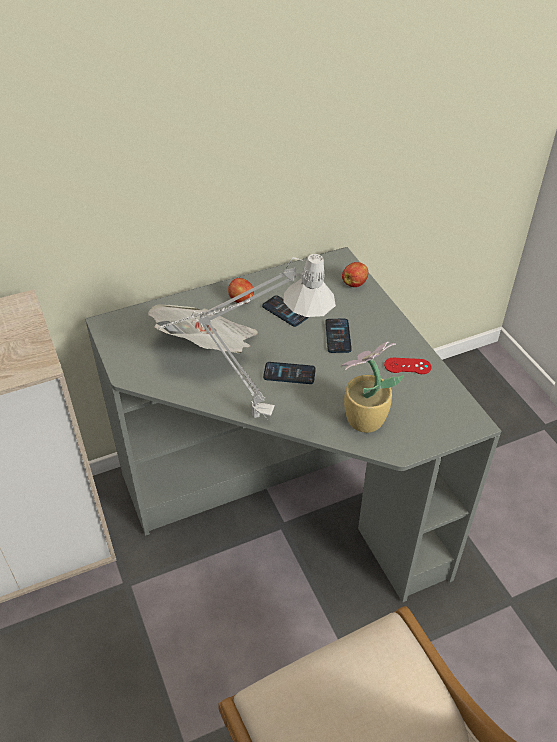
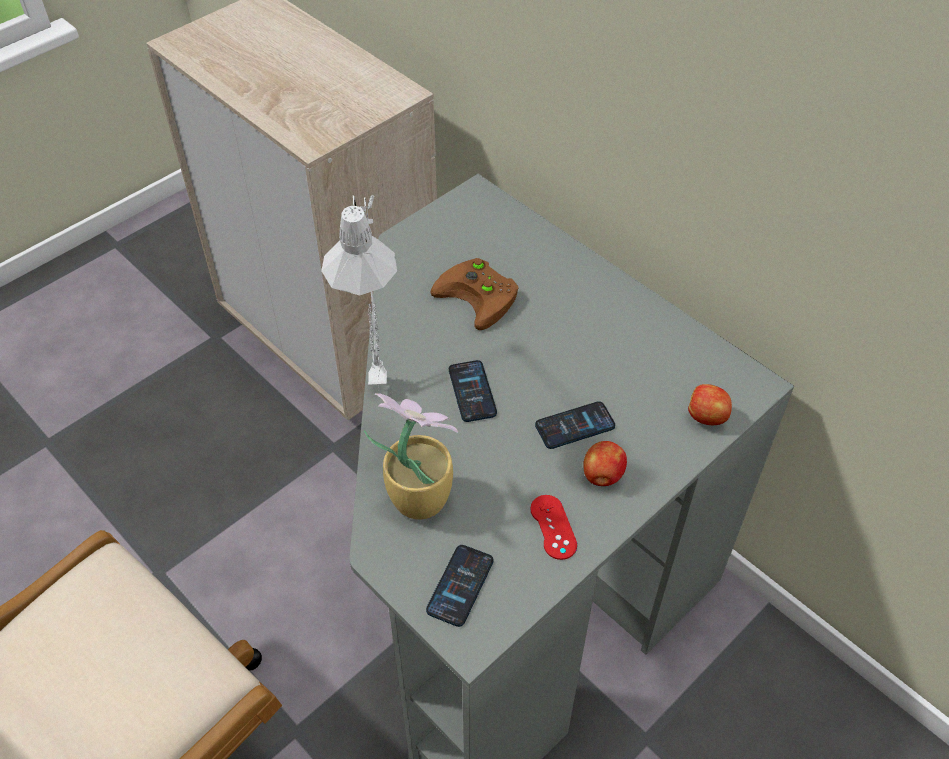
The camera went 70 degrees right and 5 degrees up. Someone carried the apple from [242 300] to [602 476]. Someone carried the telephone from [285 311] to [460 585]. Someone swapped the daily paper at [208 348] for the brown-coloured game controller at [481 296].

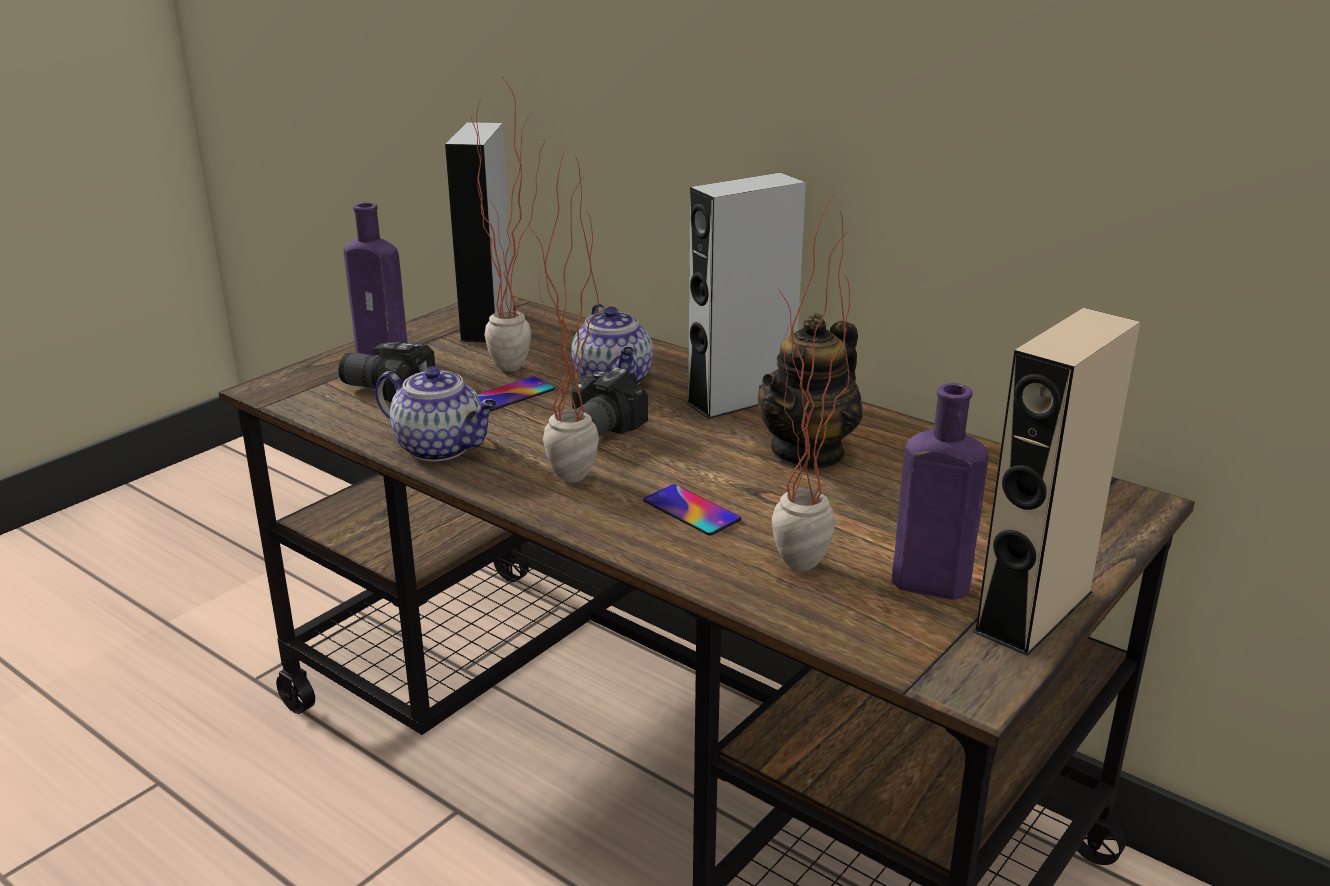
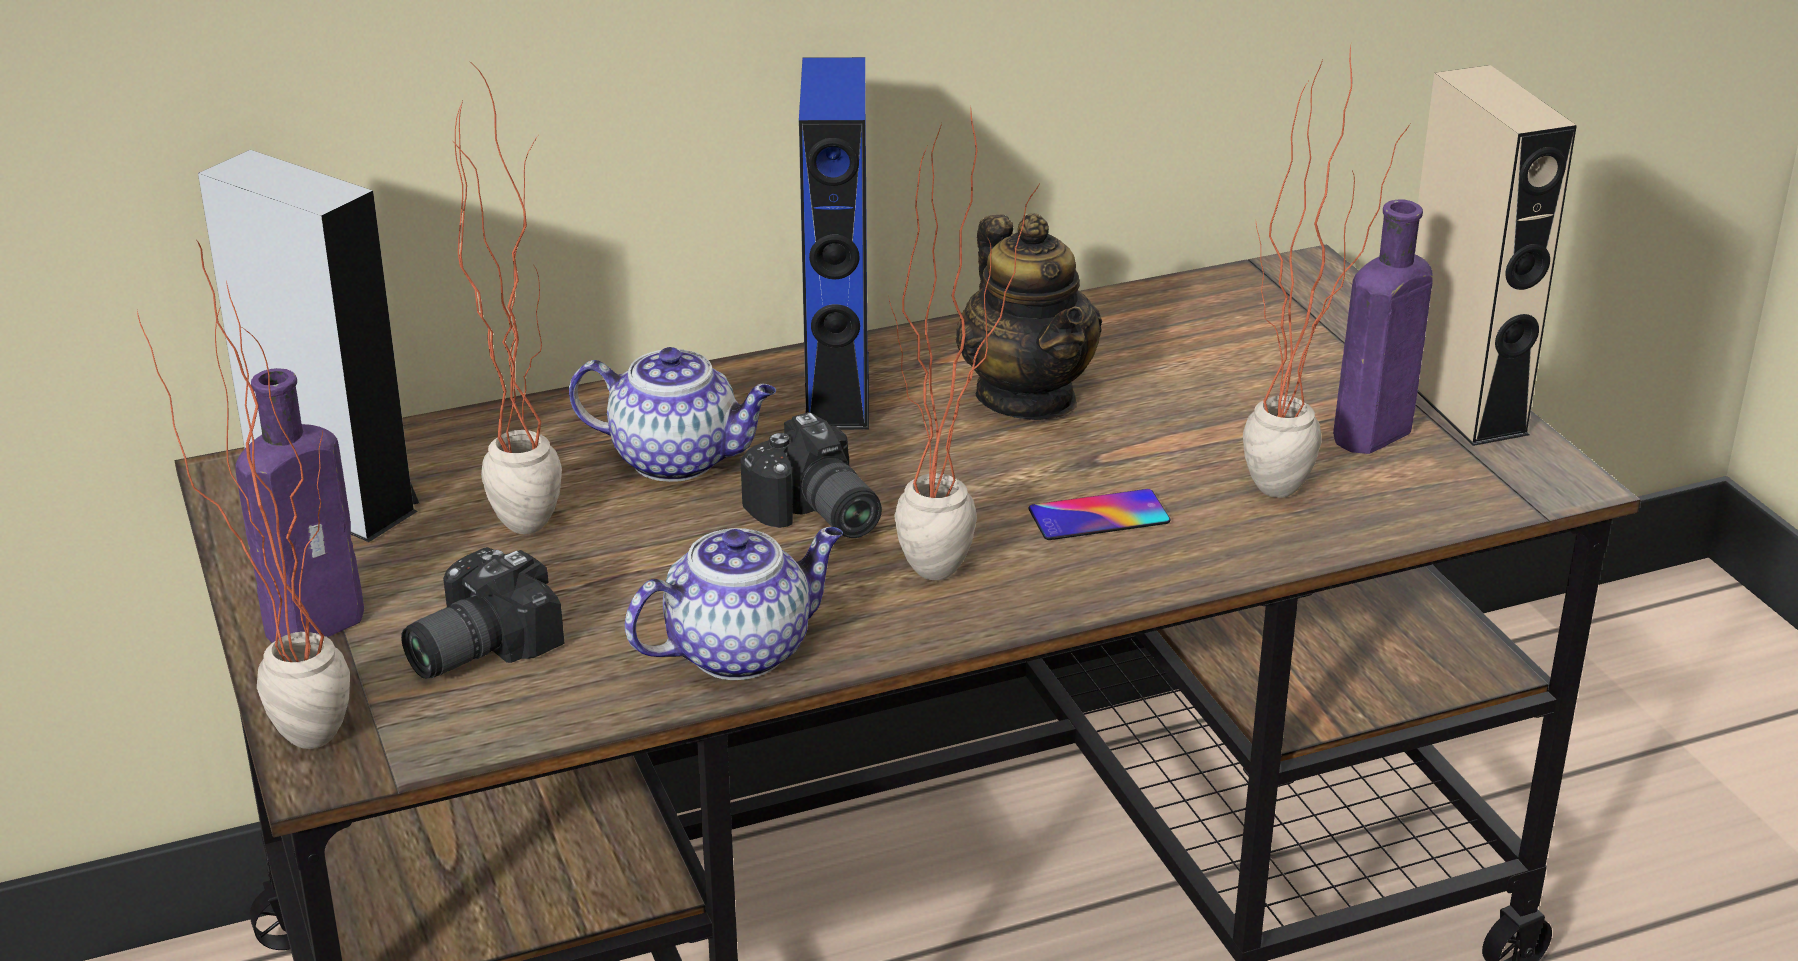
The camera went 60 degrees left and 5 degrees up. Someone repainted the gray loudspeaker at [741 399], which became the blue loudspeaker at [837 389]. Someone took away the telephone at [512 395]. Someone put down the plant in a pot at [291 728].

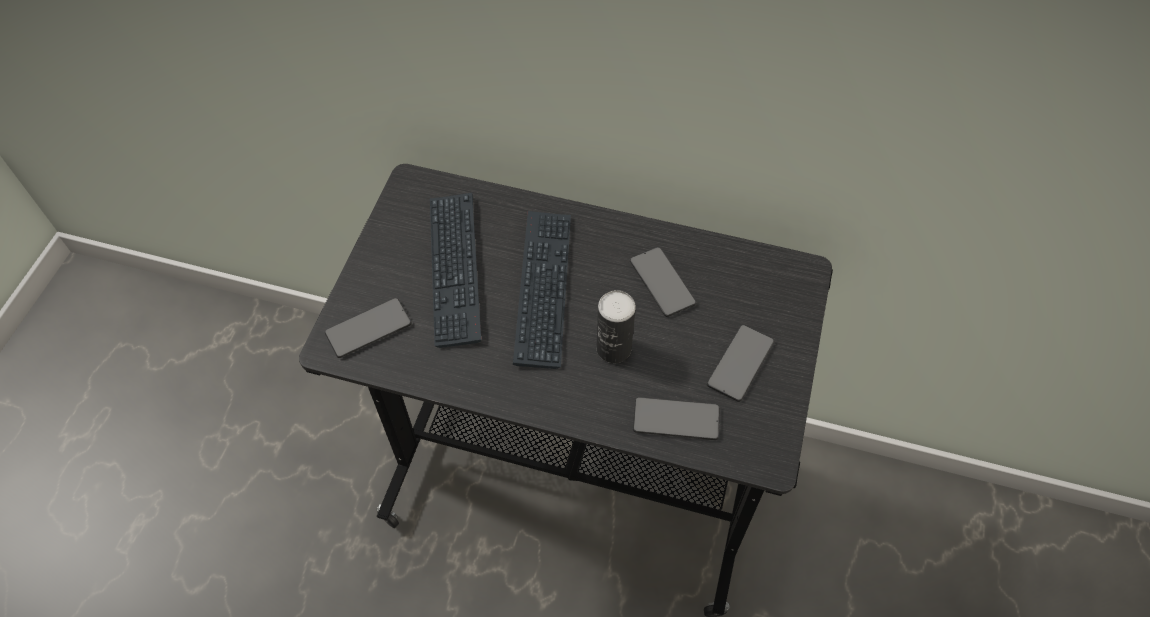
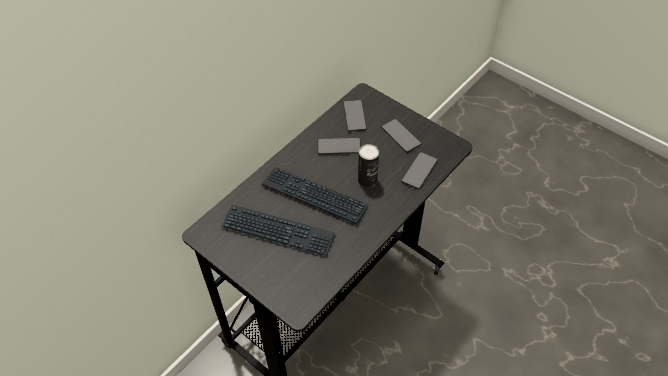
The camera went 65 degrees left and 5 degrees down. Someone carried the telephone from [368 329] to [354 116].

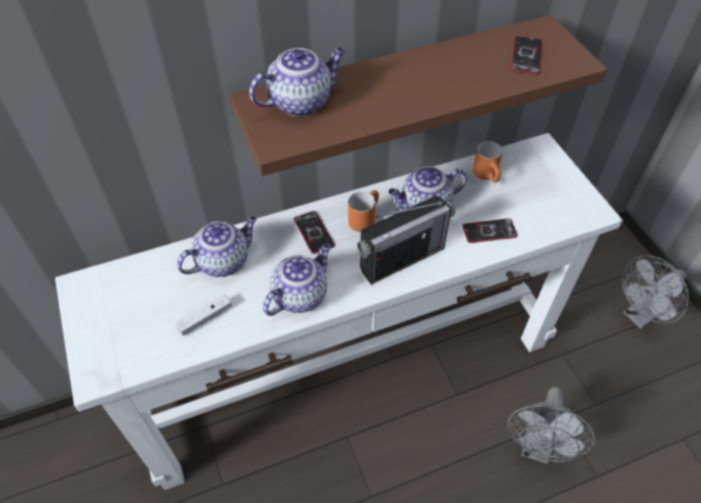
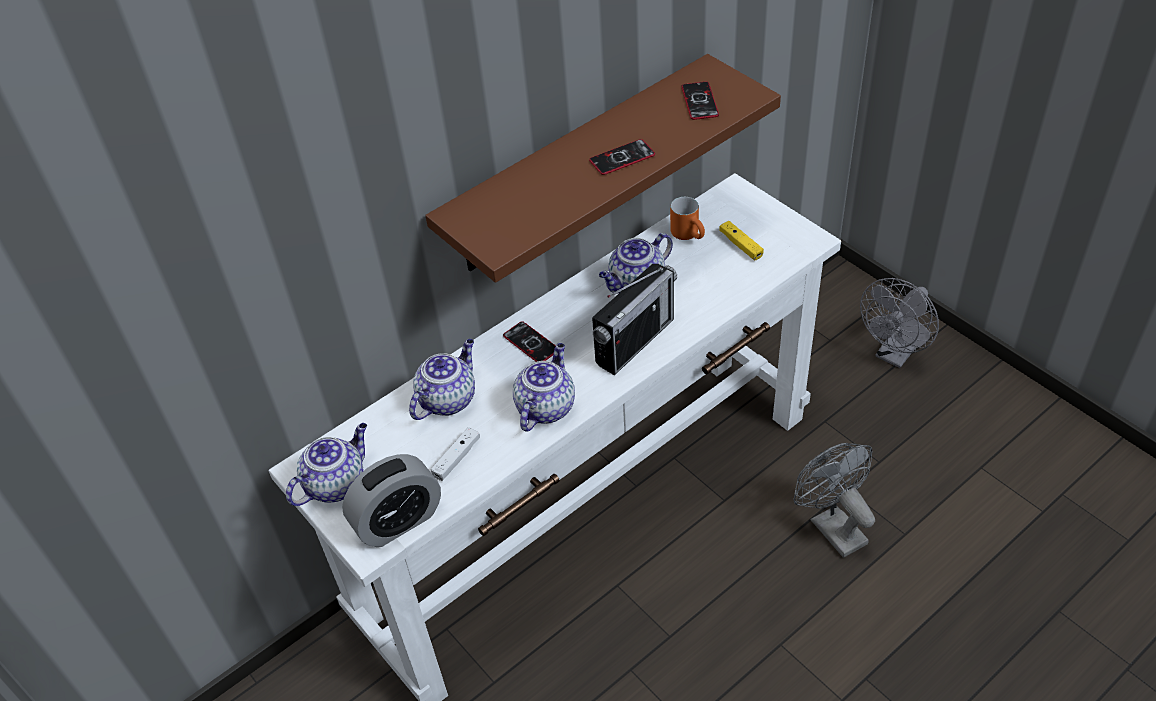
The camera went 15 degrees left and 5 degrees down. Someone carried the teapot from [301 102] to [336 483]. Someone took away the orange-coloured tea mug at [363 218]. Someone carried the telephone from [489 231] to [622 158]. Someone rotated the gray fan at [537 447] by 150 degrees clockwise. Someone put down the yellowish game controller at [740 245]. Someone put down the bedside clock at [398 521].

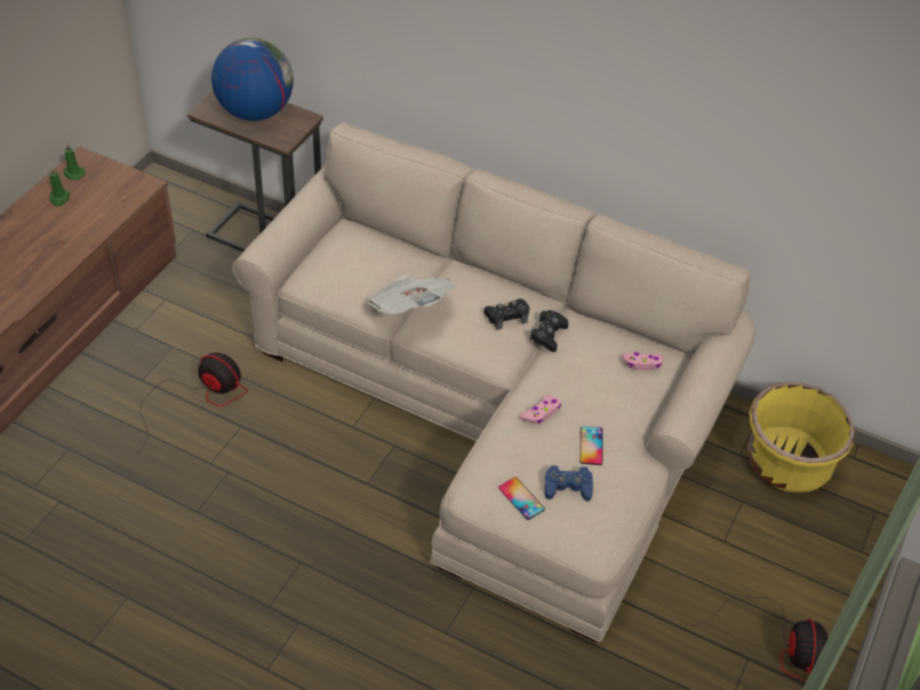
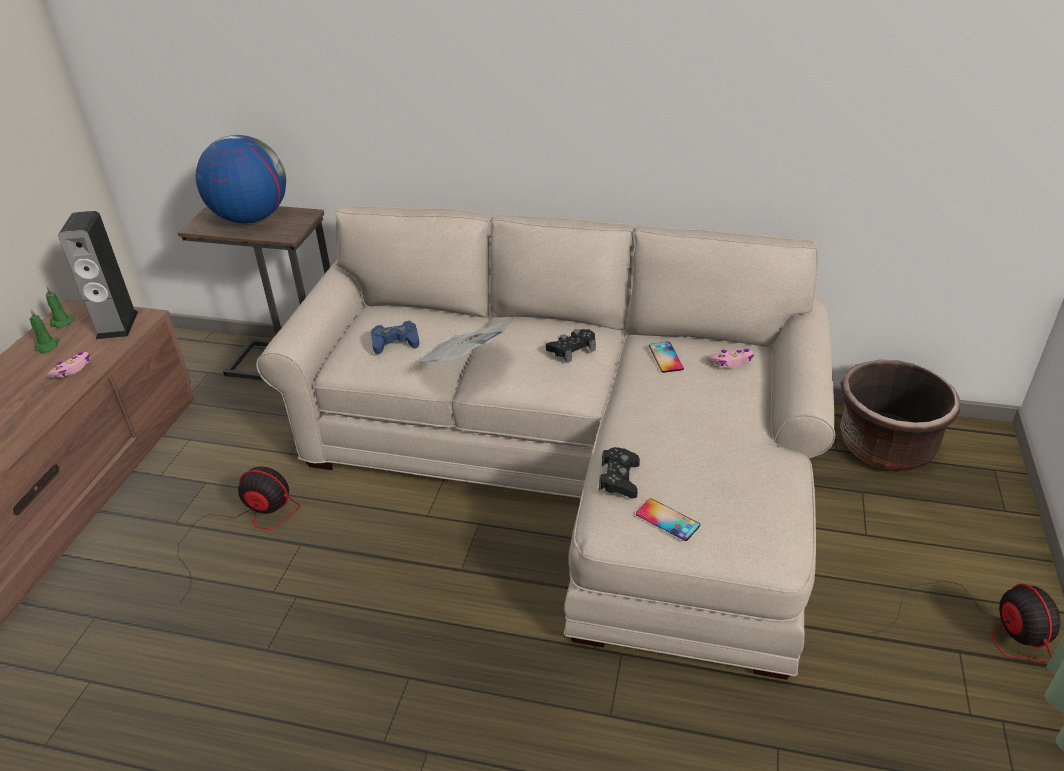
The camera went 10 degrees left and 10 degrees down. Someone carried the black game controller from [548 334] to [619 478]. Someone repainted the yellowish flower pot at [787 463], which became the brown-coloured flower pot at [885 446]. Someone carried the pinkish game controller from [541 413] to [72 369]. Someone carried the telephone from [591 445] to [665 357]. Someone carried the blue game controller from [567 487] to [395 342]. Someone put down the loudspeaker at [117 325].

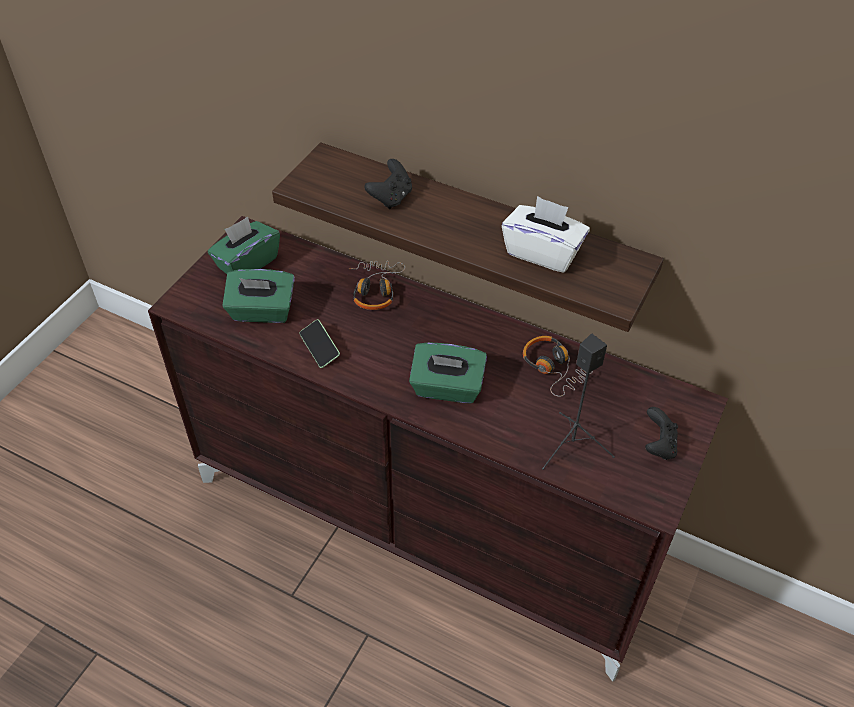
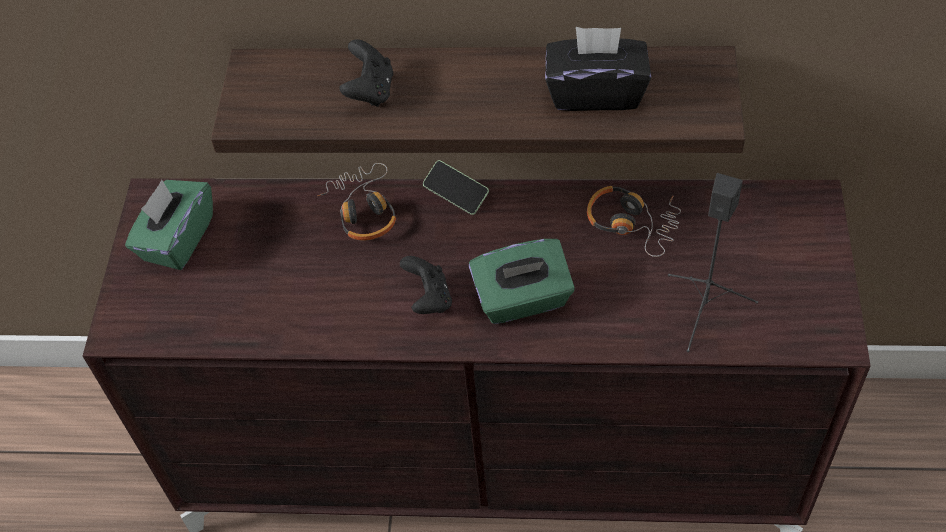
The camera went 20 degrees left and 5 degrees up. Someone repainted the white-coloured tissue box at [543 252], which became the black tissue box at [596 92]. Someone took away the green-coloured tissue box at [262 311]. Someone carried the telephone from [320 348] to [456 193]. Someone carried the black game controller from [658 445] to [428 298].

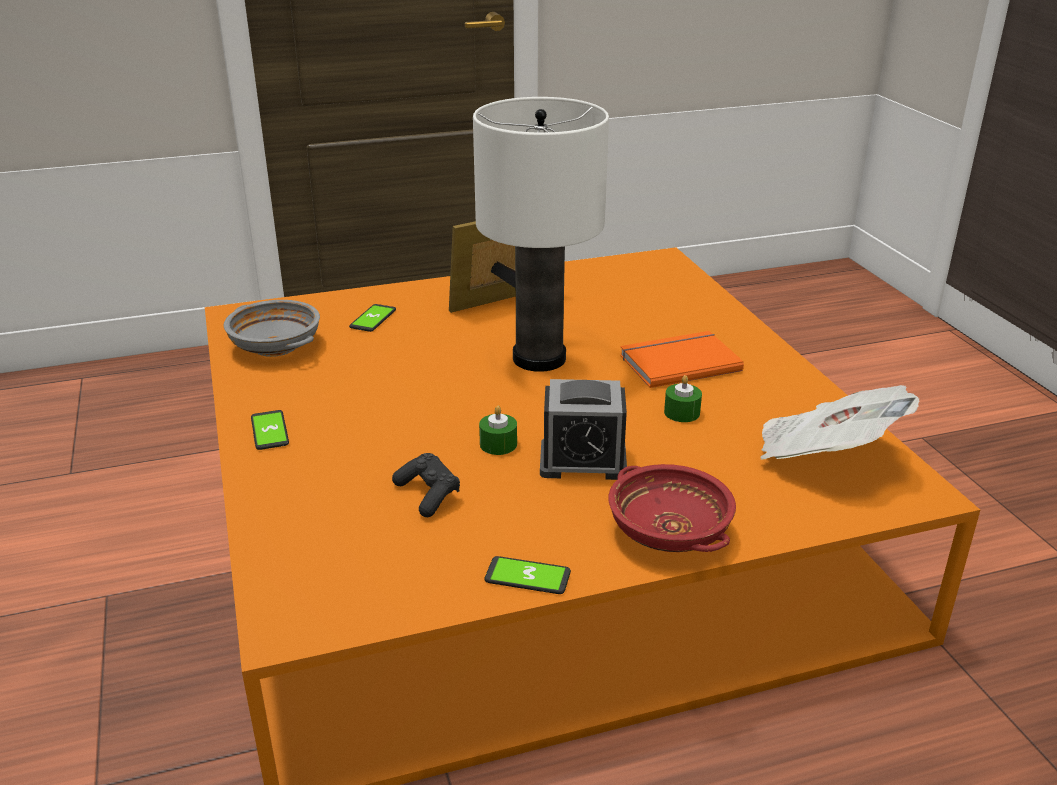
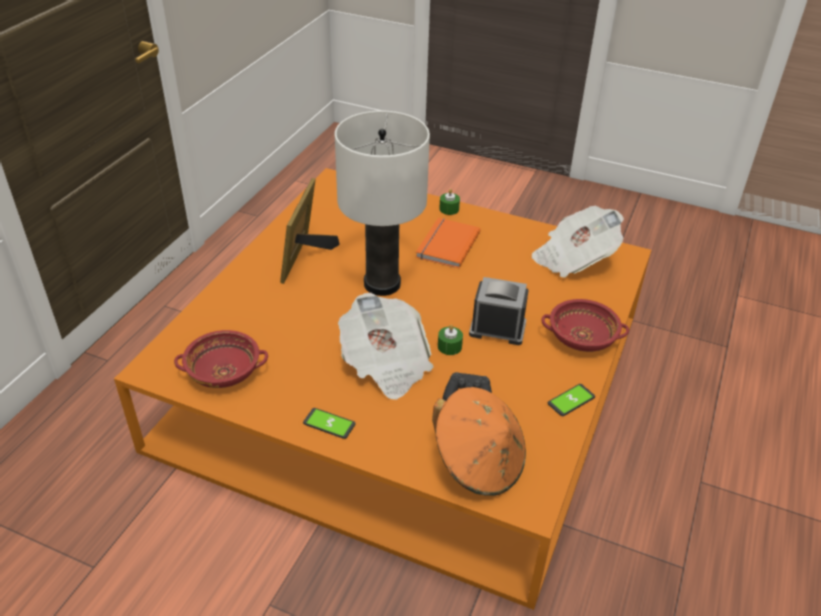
The camera went 50 degrees left and 10 degrees up. Someone repainted the gray deep dish at [276 346], which became the red deep dish at [224 372]. Someone took away the telephone at [373 319]. Someone carried the green-coloured wax light from [682 412] to [449 209]. Someone rotated the bedside clock at [583 461] by 120 degrees counterclockwise. Someone put down the daily paper at [386 364]. Someone put down the orange-coloured hat at [478 462].

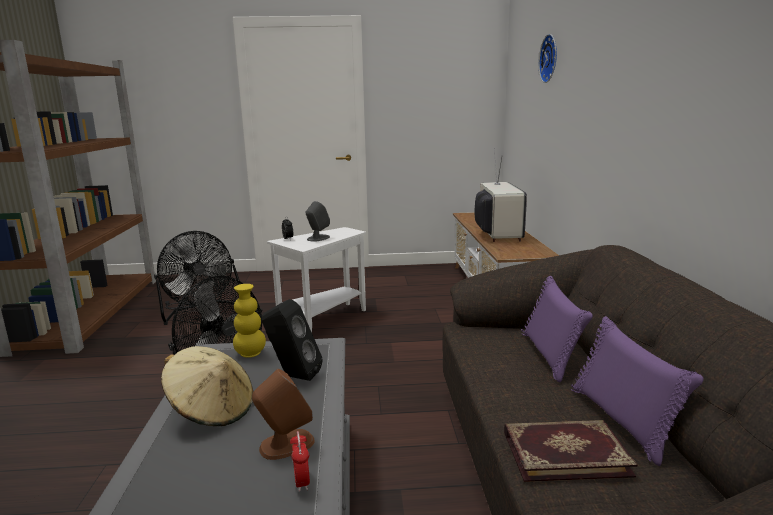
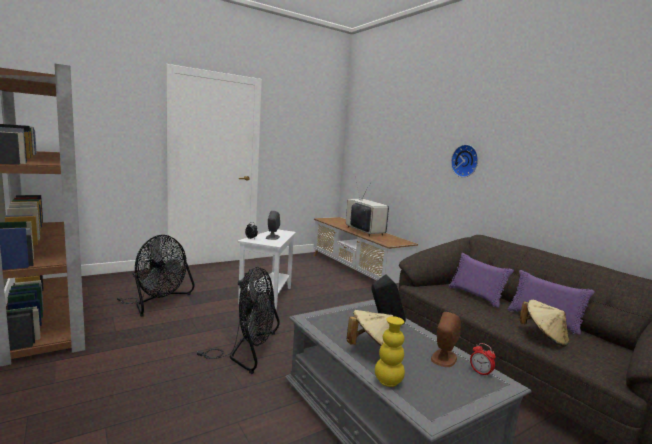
The camera went 30 degrees left and 5 degrees down. Someone carried the wall clock from [551 58] to [466 161]. Someone carried the yellowish flower vase from [250 354] to [388 382]. Someone swapped the volume at [564 452] for the beige-coloured hat at [544 337].

